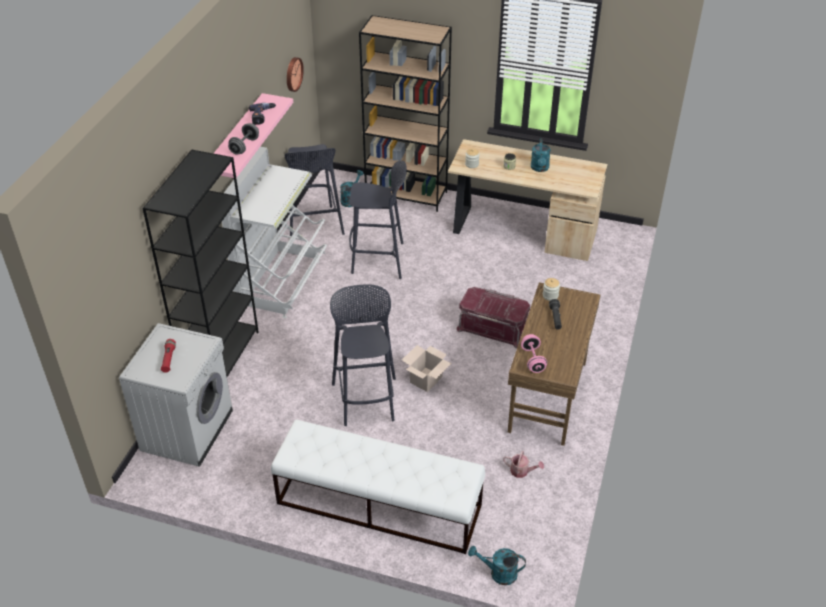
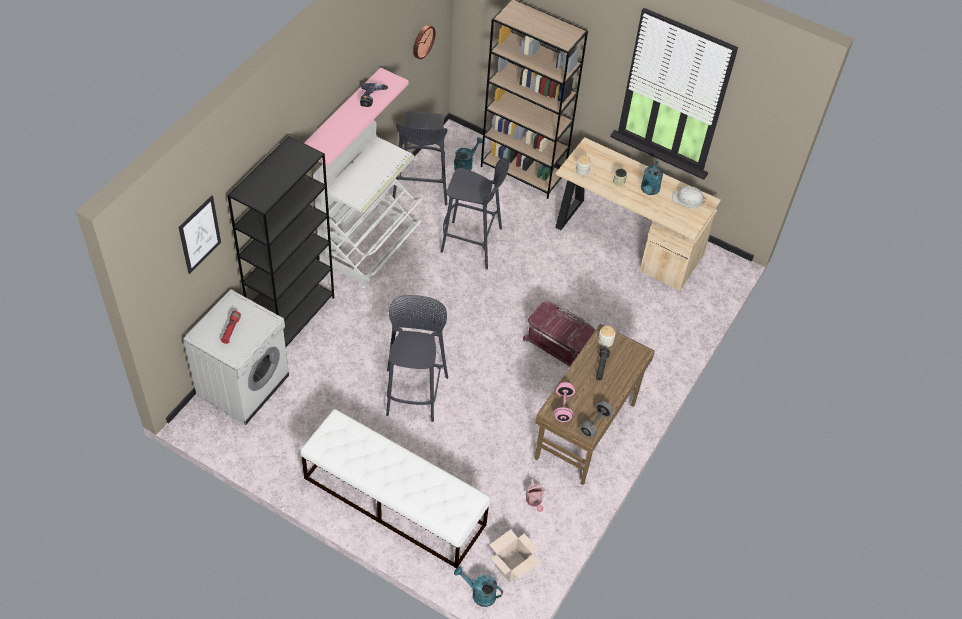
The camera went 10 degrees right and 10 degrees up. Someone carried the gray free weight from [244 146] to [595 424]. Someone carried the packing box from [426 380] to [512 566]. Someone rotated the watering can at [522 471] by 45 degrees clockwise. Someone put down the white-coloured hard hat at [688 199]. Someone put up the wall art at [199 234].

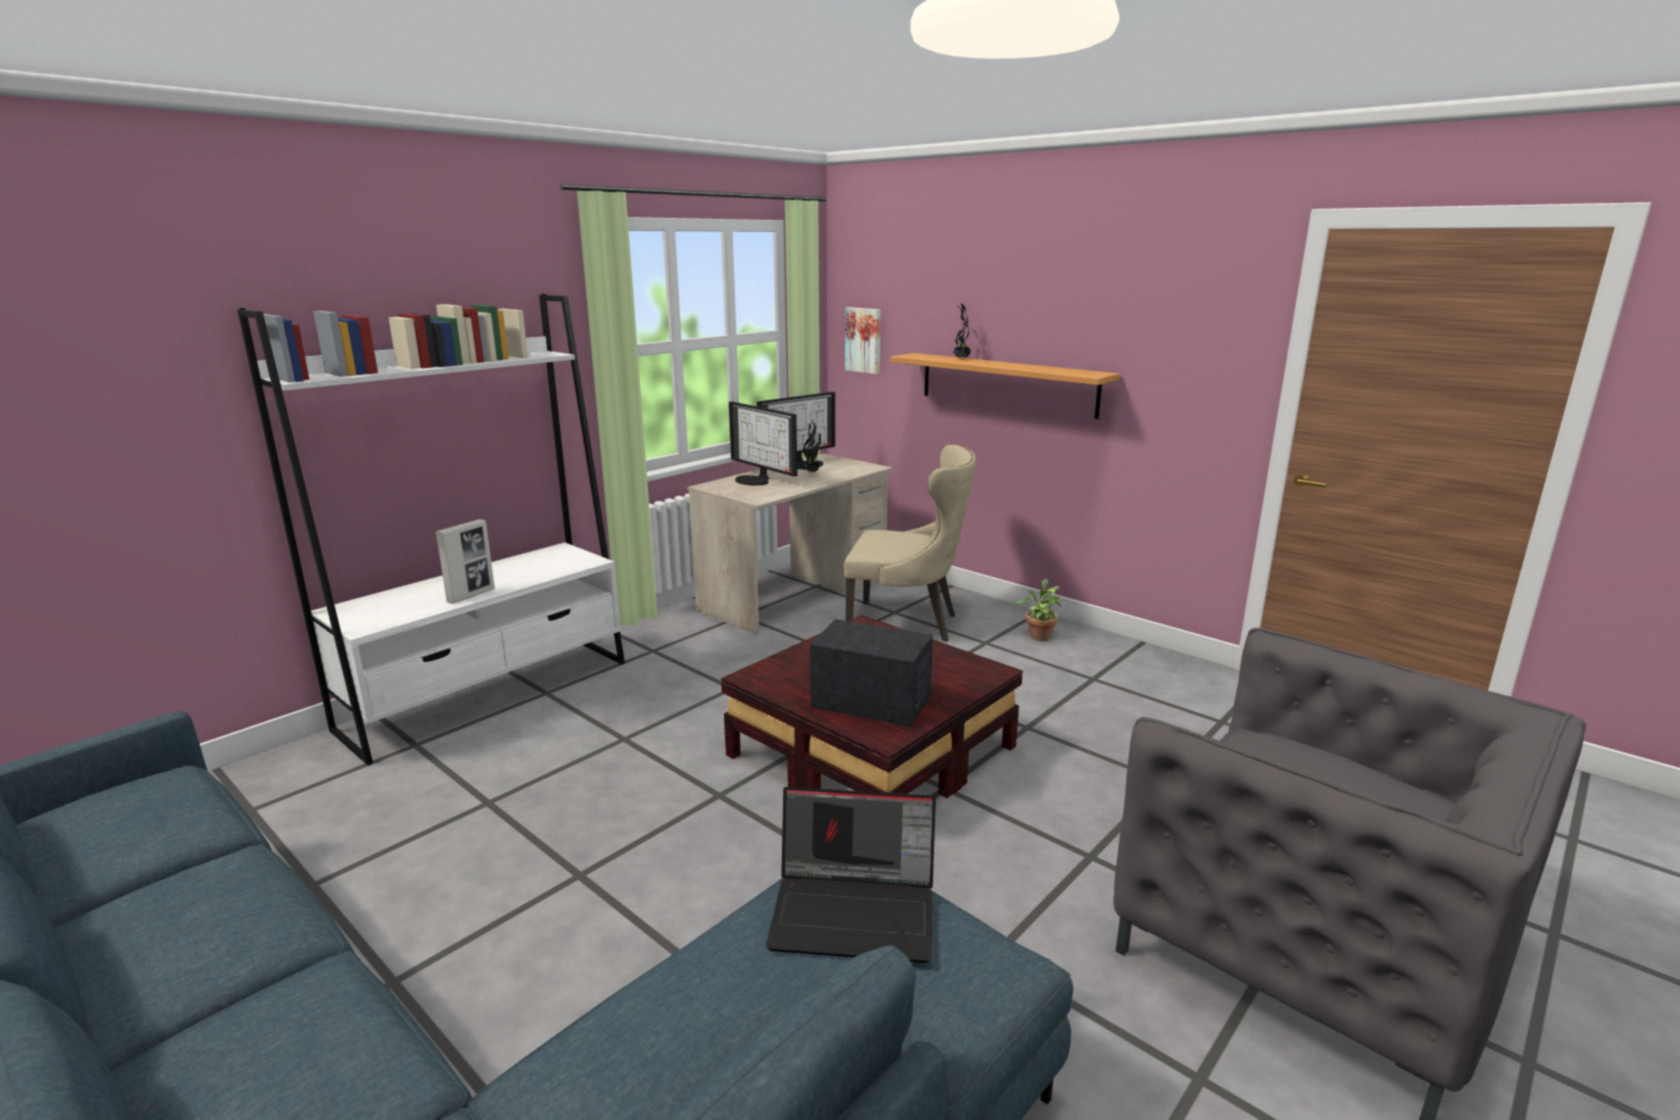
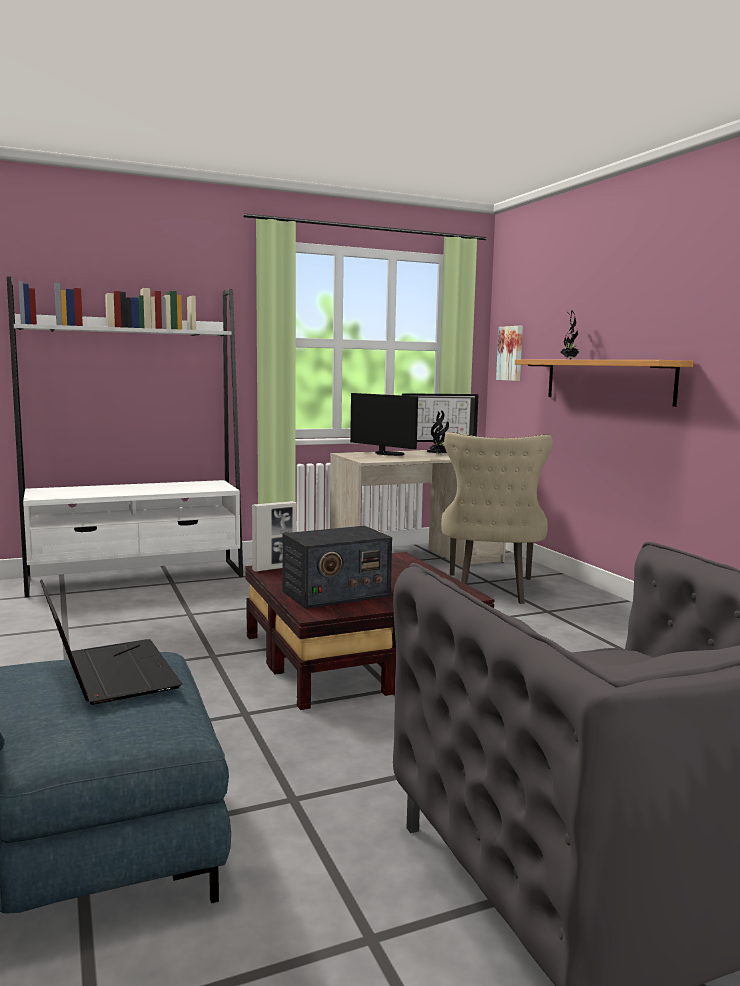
The camera went 25 degrees right and 10 degrees down. Someone rotated the computer screen at [756 480] by 150 degrees clockwise. Someone rotated the beige-coloured chair at [907 624] by 60 degrees clockwise. Someone carried the photo frame from [471 595] to [274 568]. Someone took away the plant in a pot at [1039 636]. Someone rotated the radio set at [872 701] by 105 degrees clockwise. Someone rotated the portable computer at [856 911] by 150 degrees counterclockwise.

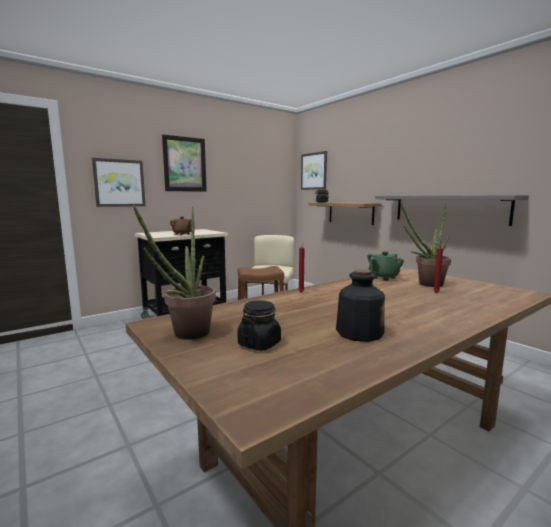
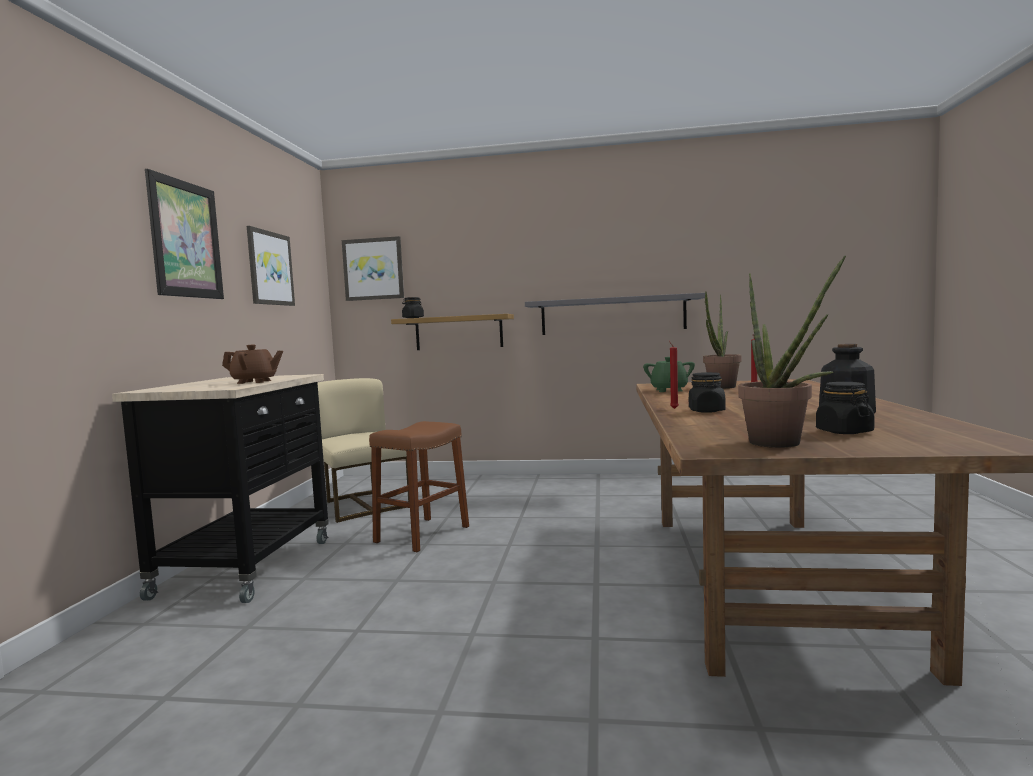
The camera went 45 degrees left and 5 degrees down. Someone carried the wall art from [119 183] to [270 268]. Someone put down the black storage jar at [706 411].

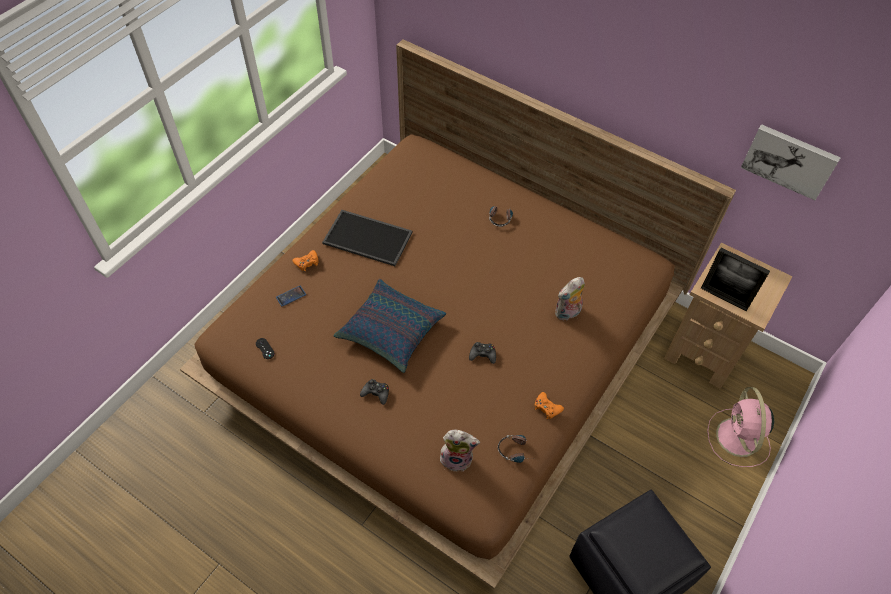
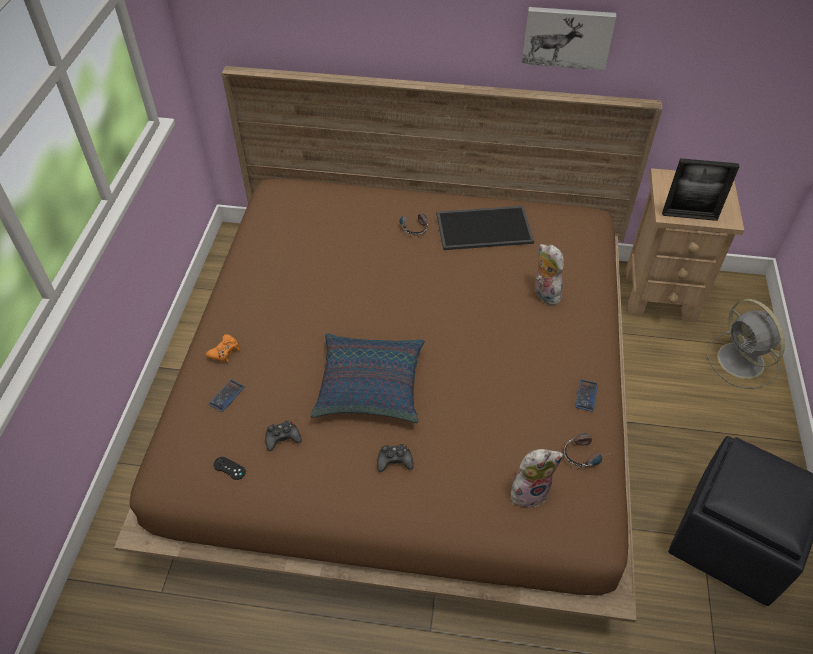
The camera went 25 degrees left and 5 degrees down. Someone carried the wall art from [790 160] to [567 37]. Someone carried the carrying tray from [369 237] to [484 227]. Someone rotated the soft toy at [567 313] by 120 degrees clockwise. Someone carried the black game controller from [482 354] to [282 438]. Someone repainted the pinkish fan at [737 439], which became the gray fan at [742 362]. Someone swapped the orange-coloured game controller at [547 408] for the telephone at [586 395].

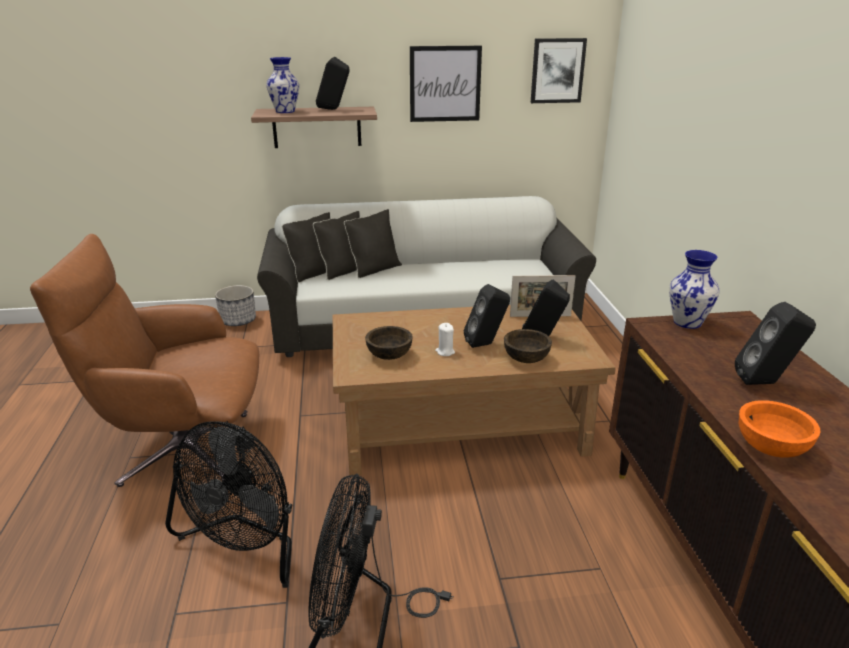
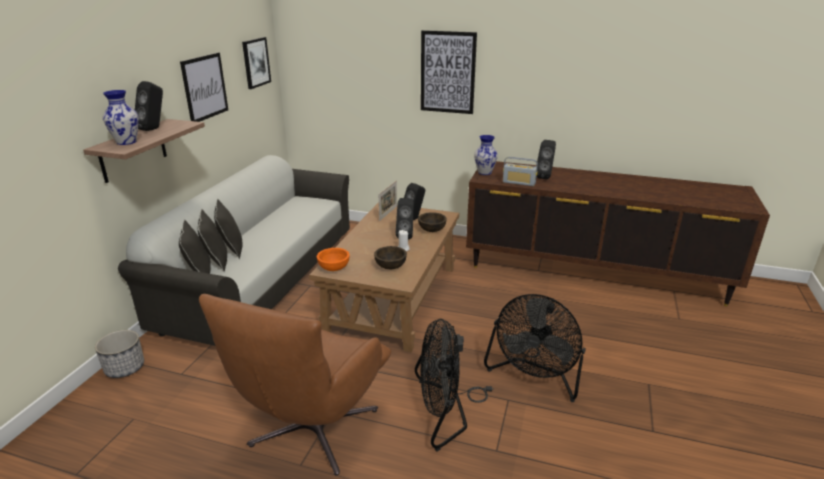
The camera went 65 degrees left and 0 degrees up. Someone carried the orange-coloured deep dish from [771 447] to [333 268]. Someone rotated the black fan at [245 540] by 120 degrees clockwise. Someone put up the wall art at [447 72]. Someone put down the radio set at [519 182].

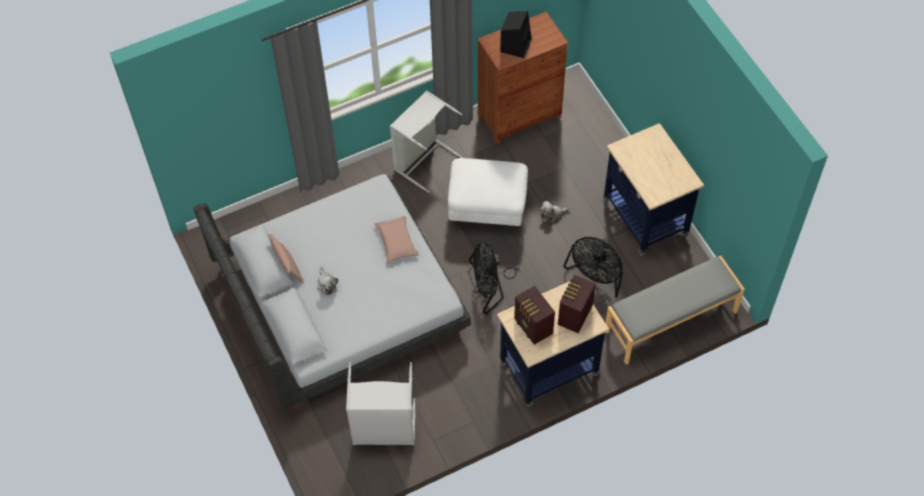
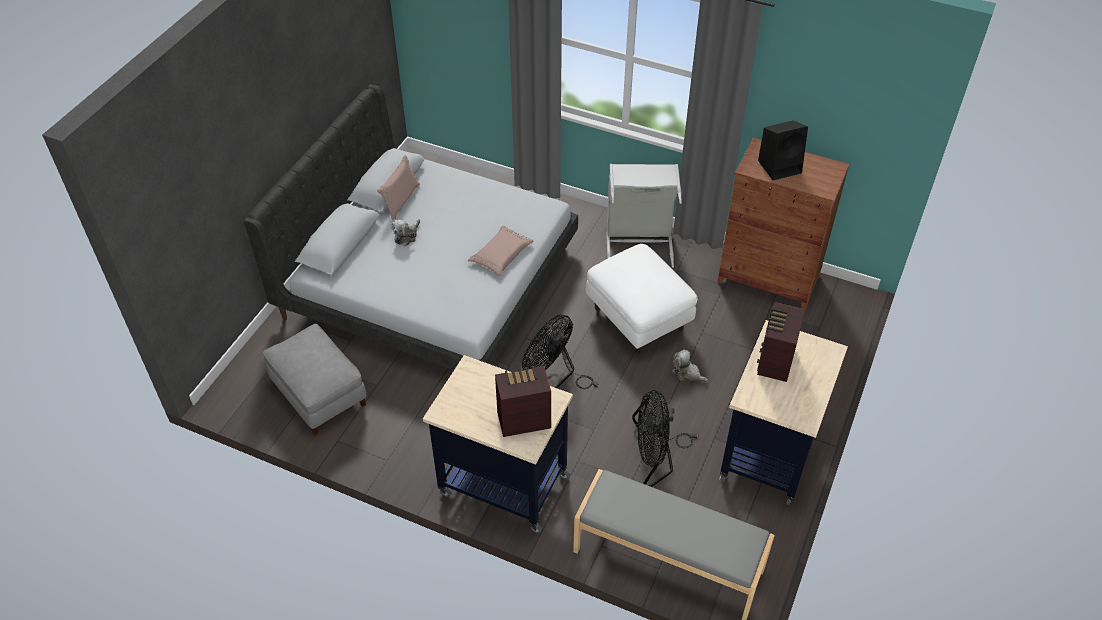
The camera went 50 degrees right and 10 degrees down. Someone carried the radio set from [533 327] to [774 362]. Someone swapped the gray laundry basket at [384 429] for the gray pouffe at [319 395].

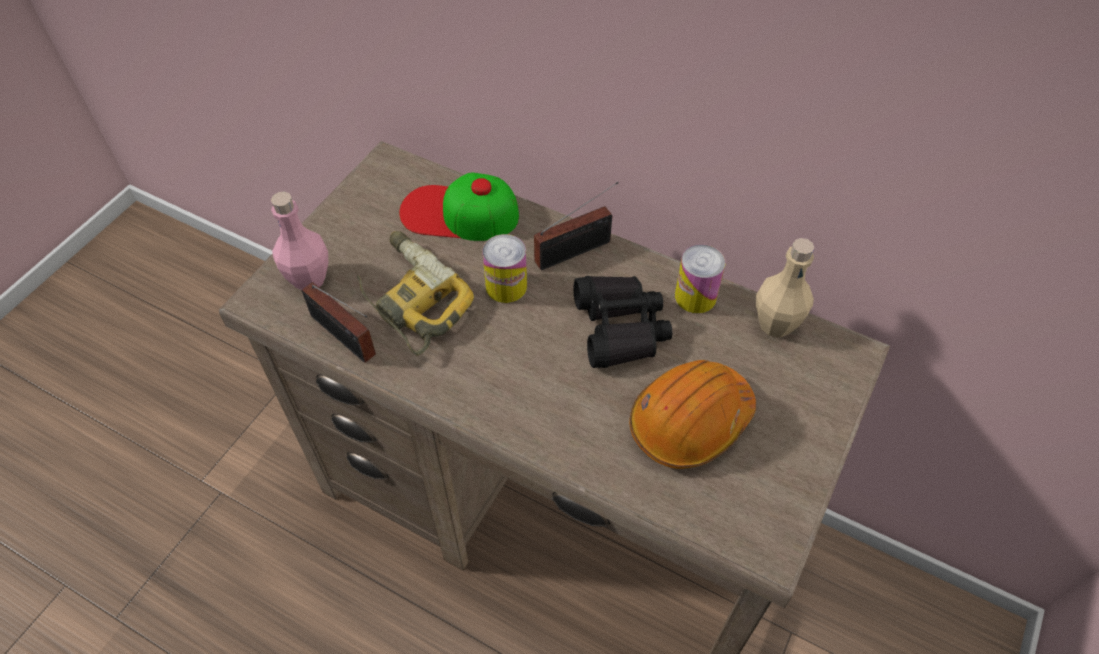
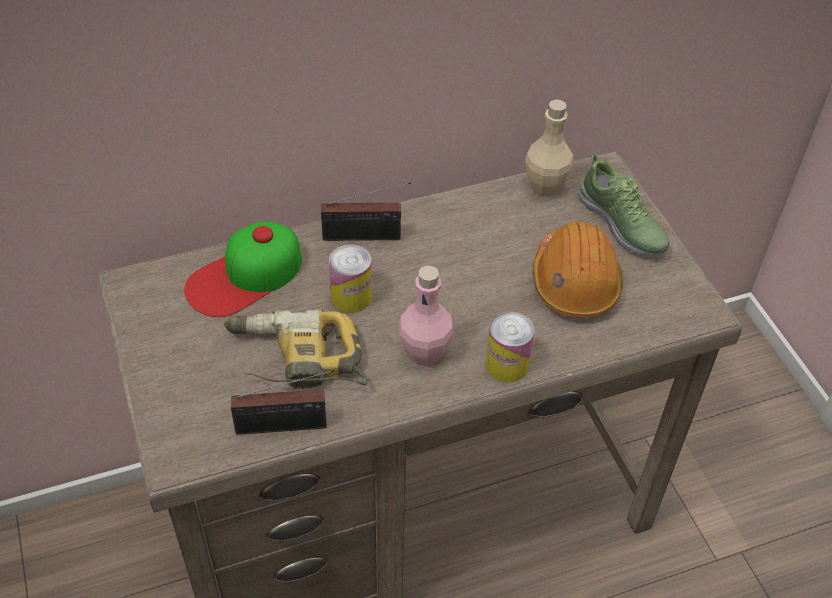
The camera went 50 degrees left and 5 degrees down. Someone rotated the radio set at [577 251] by 75 degrees clockwise. Someone carried the pinkish beverage bottle from [309 279] to [425 353]. Someone carried the sealed can from [695 296] to [506 365]. Someone took away the black pair of binoculars at [620 328]. Someone put down the shoe at [622 224].

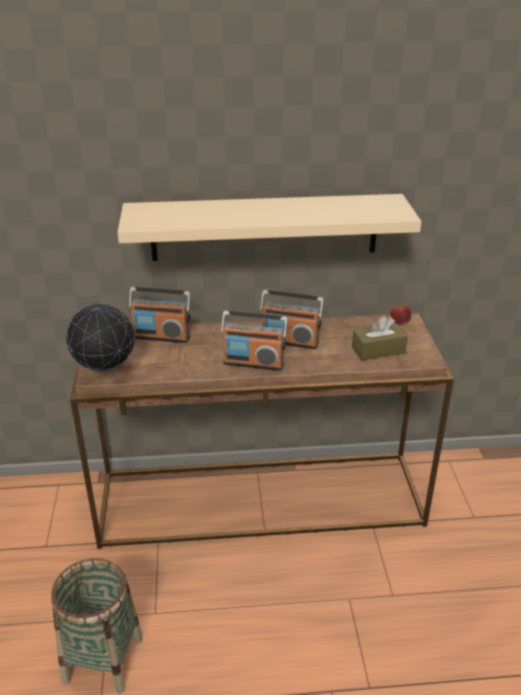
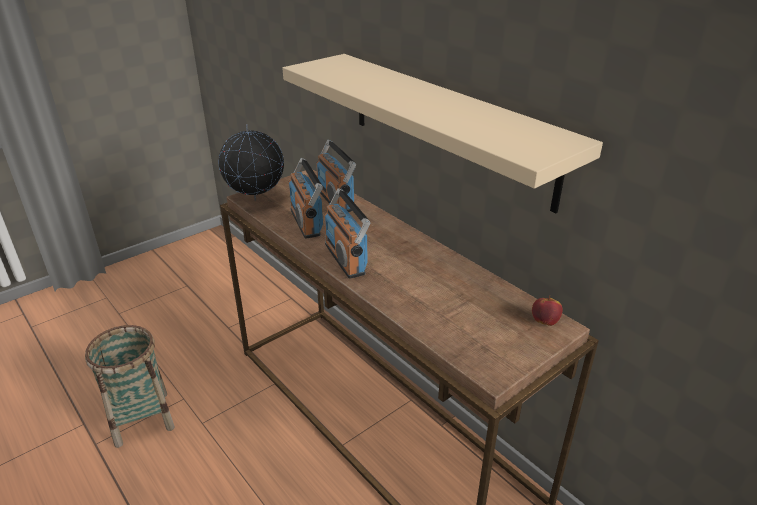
The camera went 55 degrees right and 0 degrees up. Someone carried the radio set from [290 341] to [306 222]. Someone took away the brown-coloured tissue box at [378 350].

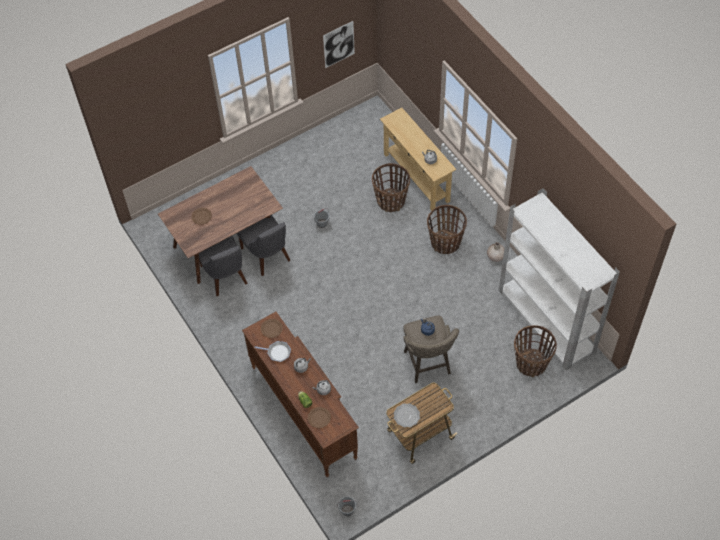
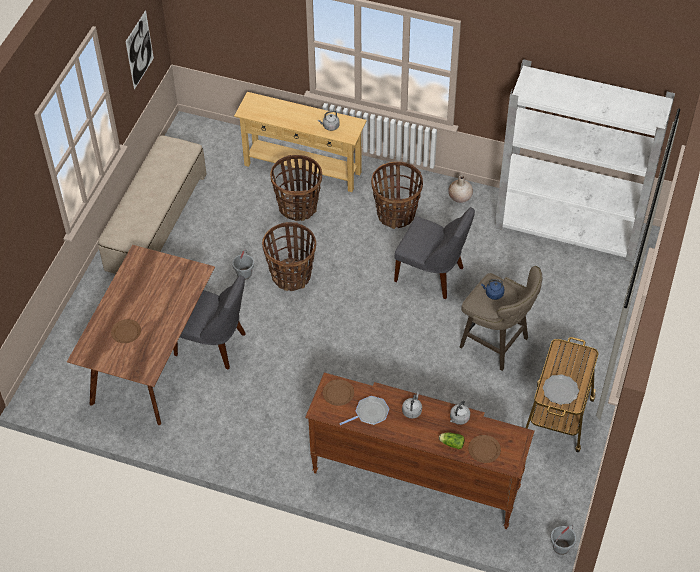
The camera went 40 degrees left and 5 degrees down. Someone carried the gray chair from [225 276] to [432 275]. Someone carried the basket from [531 363] to [291 276]. Someone put down the beige-coloured long seat at [156 220].

